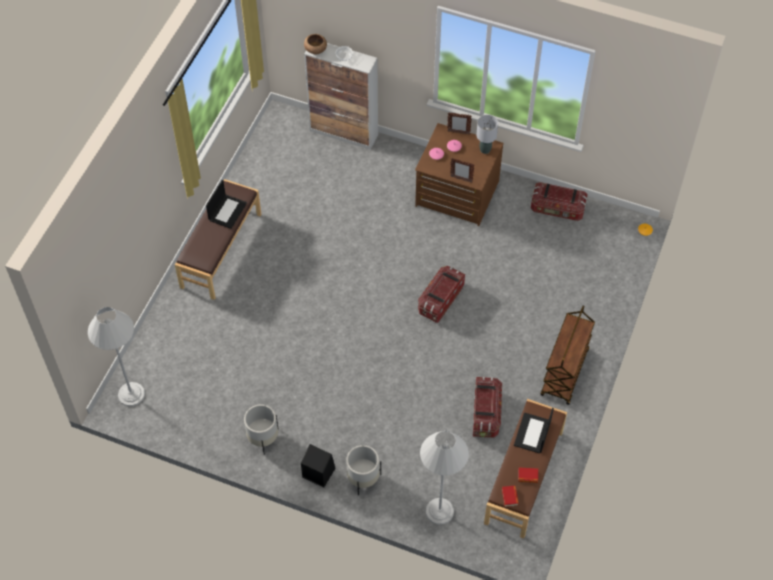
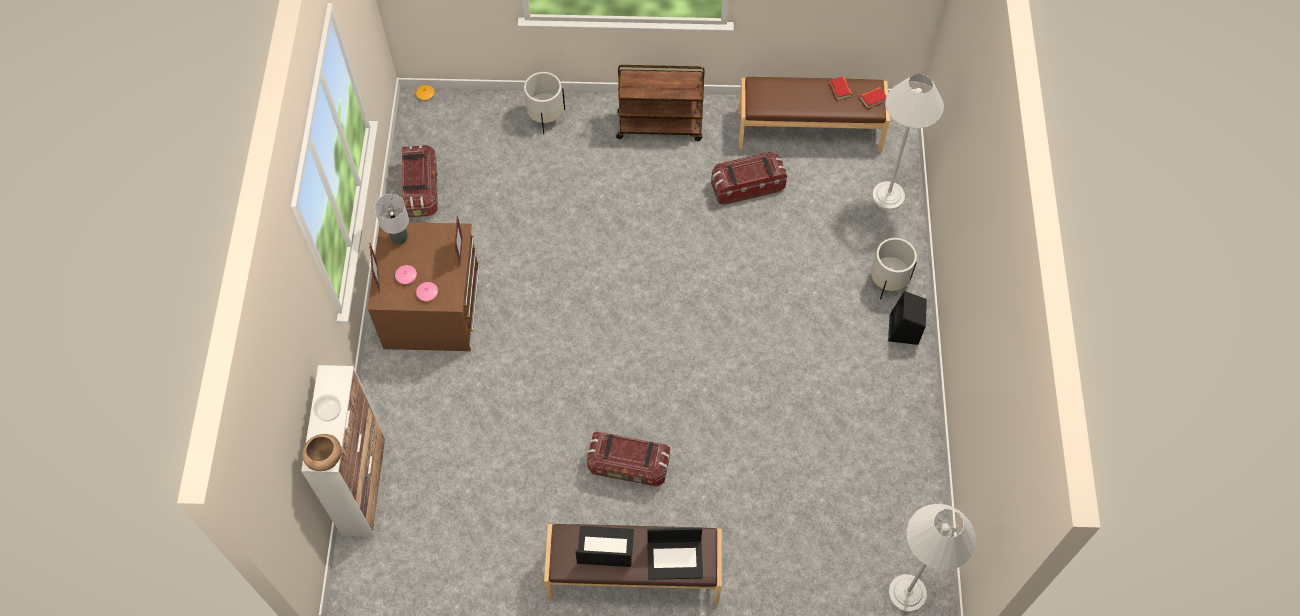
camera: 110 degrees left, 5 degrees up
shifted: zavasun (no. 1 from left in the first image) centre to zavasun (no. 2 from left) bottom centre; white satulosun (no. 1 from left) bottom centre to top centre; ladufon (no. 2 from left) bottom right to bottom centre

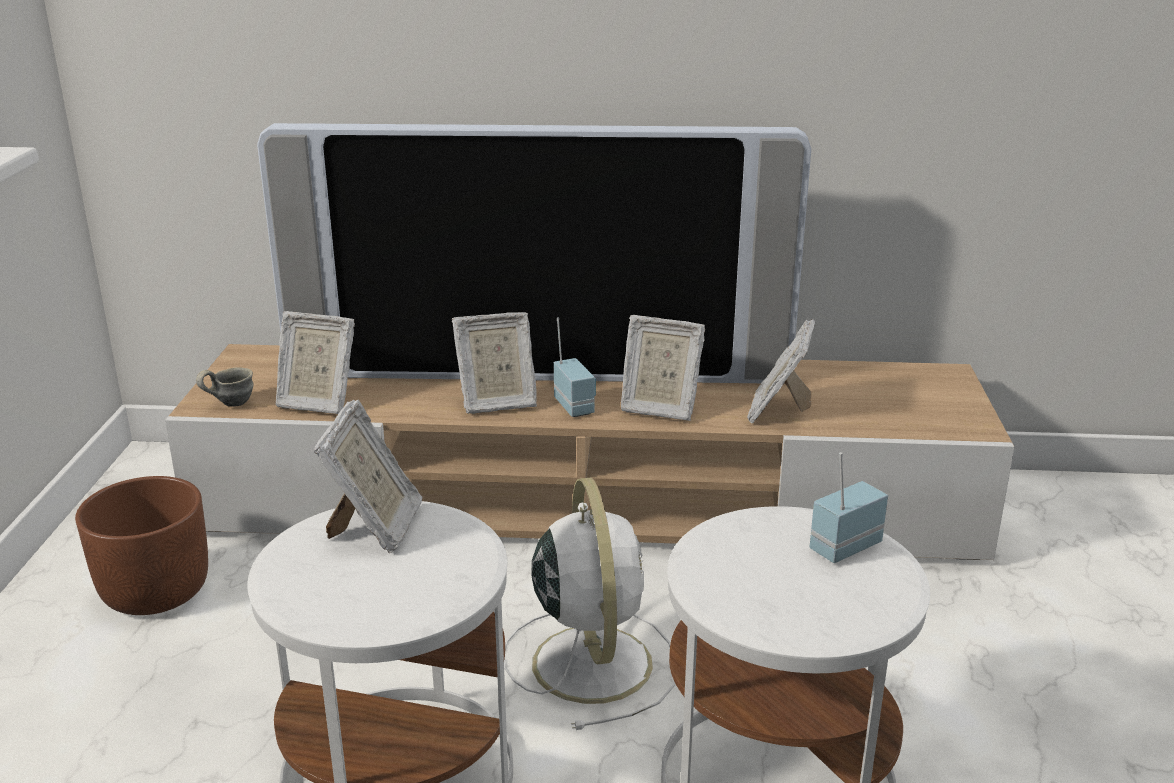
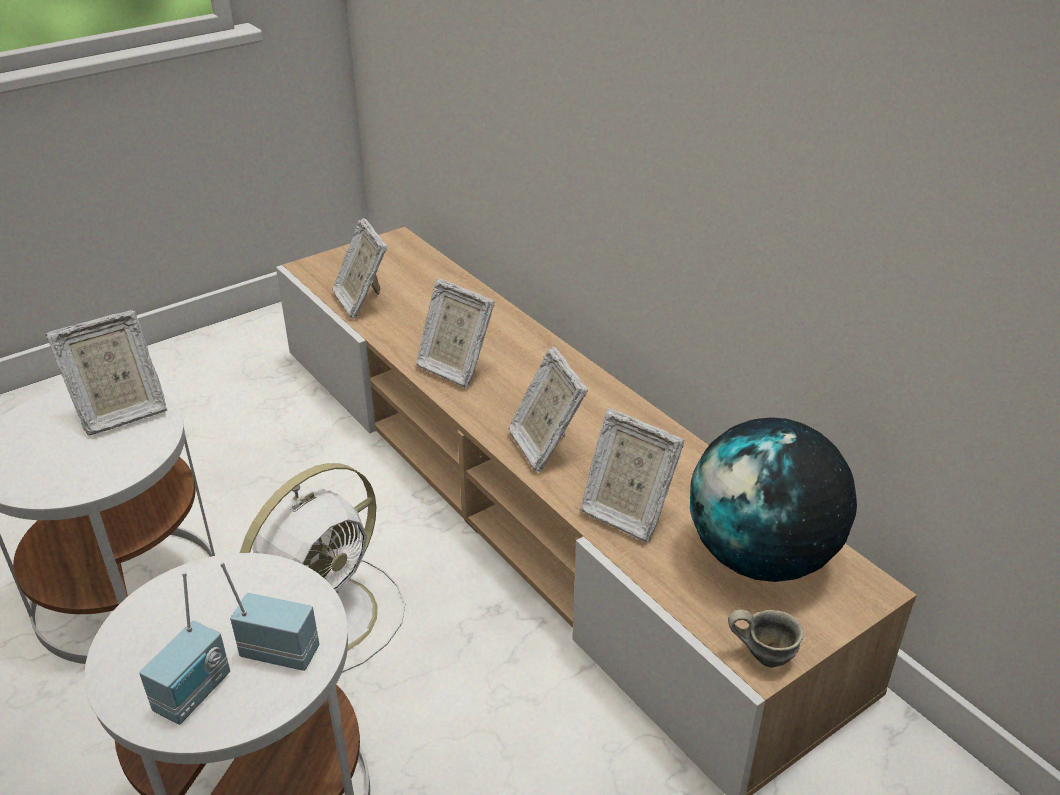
camera: 50 degrees right, 10 degrees up
gone: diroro top centre; brown satulosun bottom left
new: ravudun middle right
shifted: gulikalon (no. 1 from left) centre to bottom left; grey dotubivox middle left to bottom right
rotated: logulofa (no. 5 from left) centre = centre 120 degrees counterclockwise

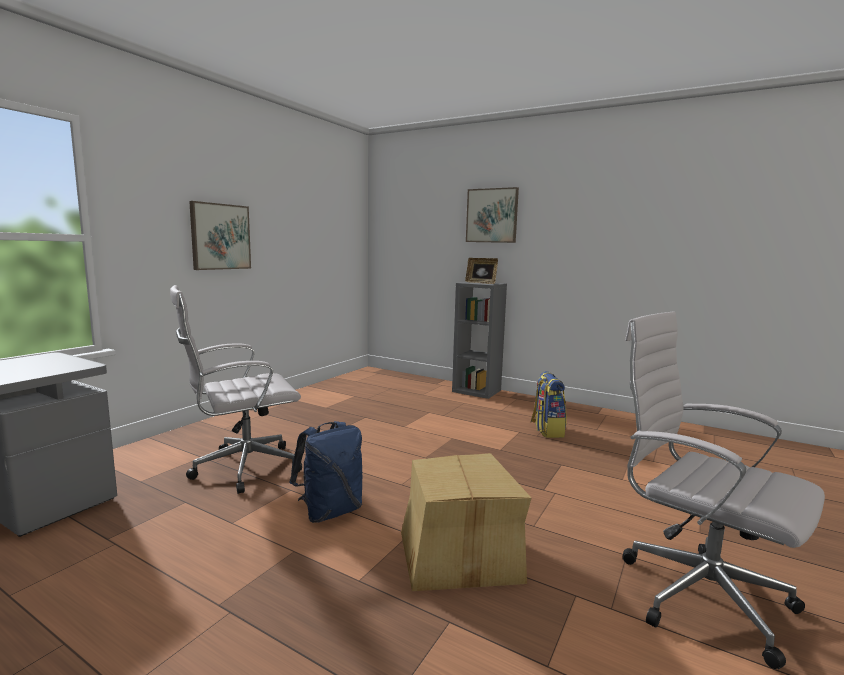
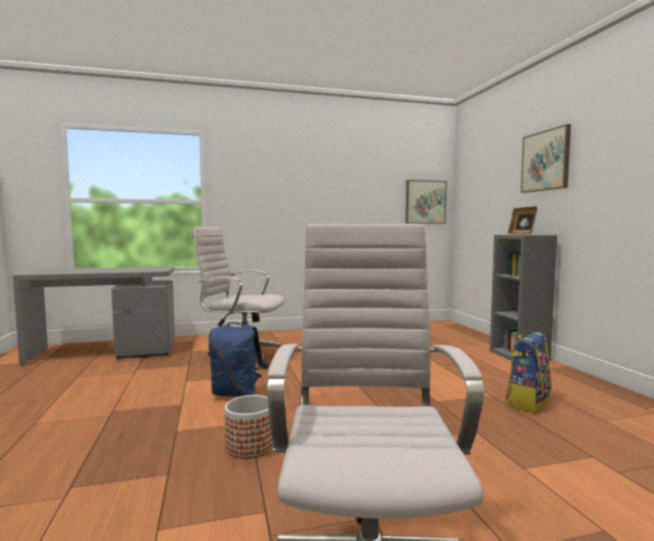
camera: 45 degrees right, 5 degrees down
shifted: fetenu (no. 1 from left) middle left to centre
swapped: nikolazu bottom centre to satulosun bottom centre

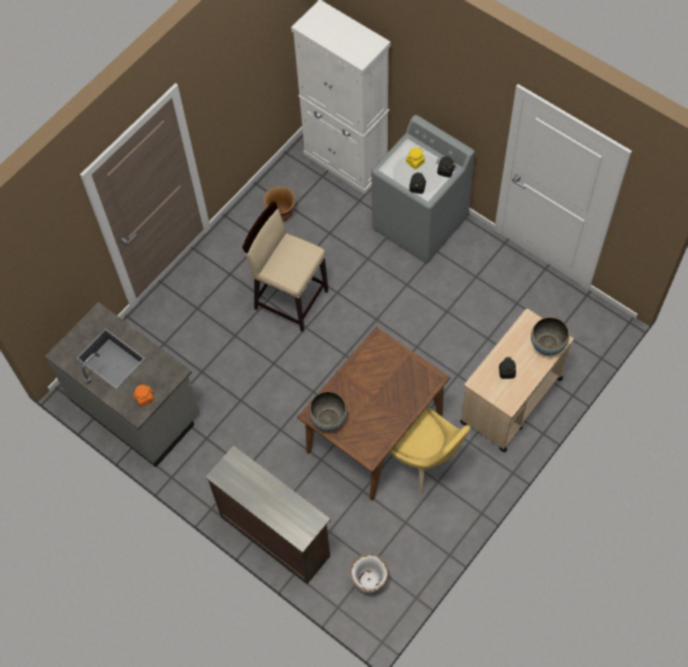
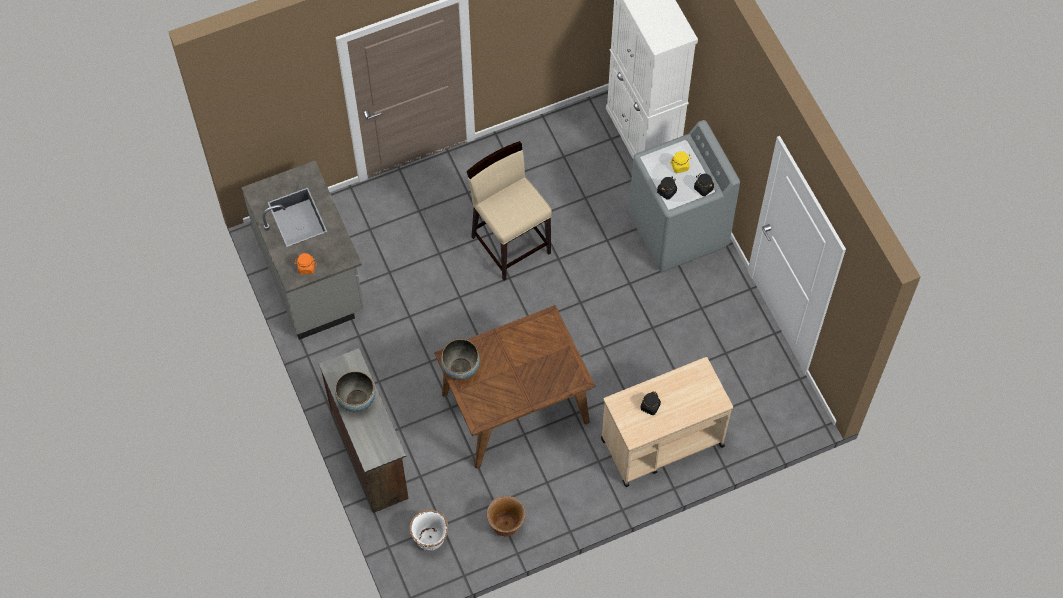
camera: 25 degrees right, 0 degrees up
gone: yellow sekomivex bottom centre
shifted: brown satulosun top centre to bottom centre; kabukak (no. 2 from left in the first image) middle right to kabukak (no. 1 from left) centre

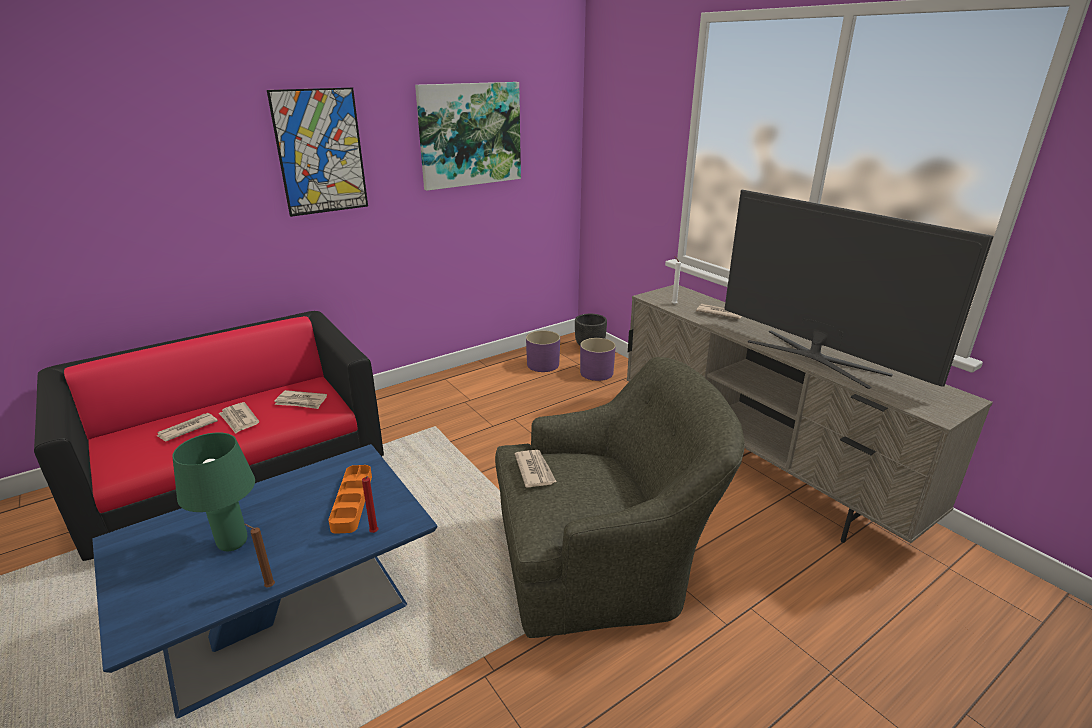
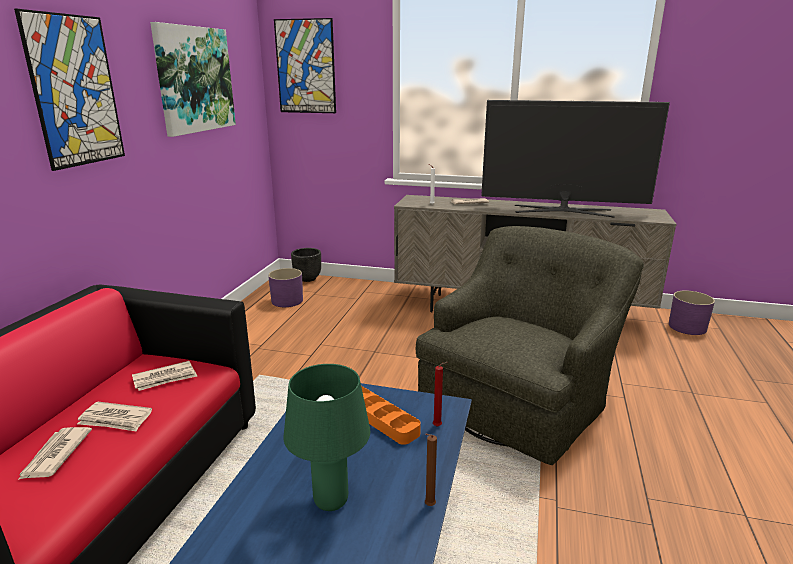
camera: 40 degrees left, 5 degrees down
gone: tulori (no. 4 from left) centre
new: fetenu (no. 3 from left) top centre
shifted: purple satulosun (no. 2 from left) centre to middle right

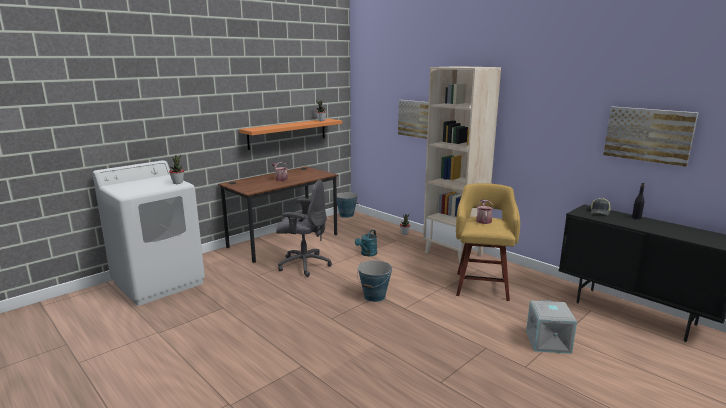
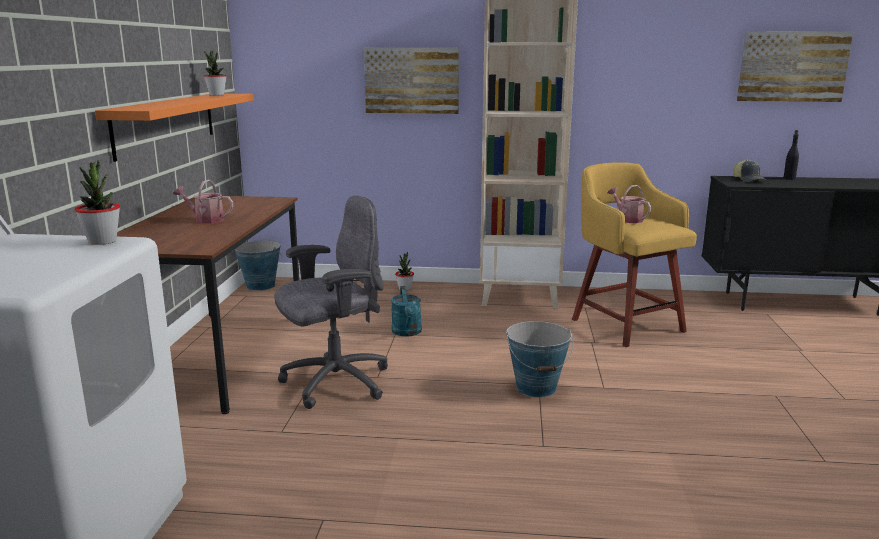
camera: 40 degrees left, 0 degrees up
gone: grey zavasun bottom right

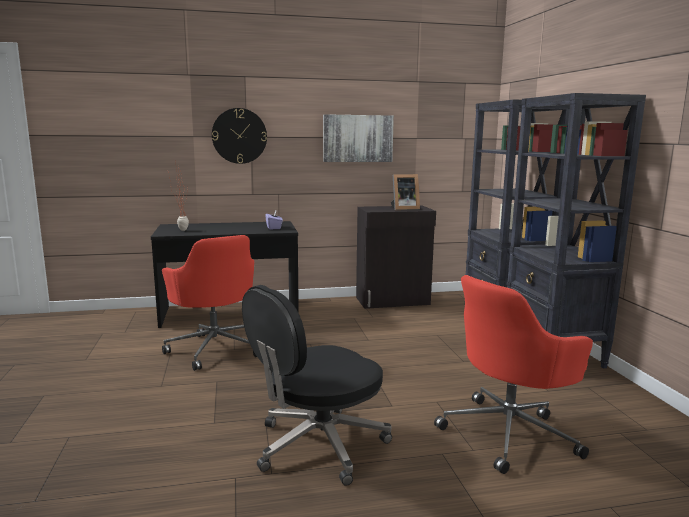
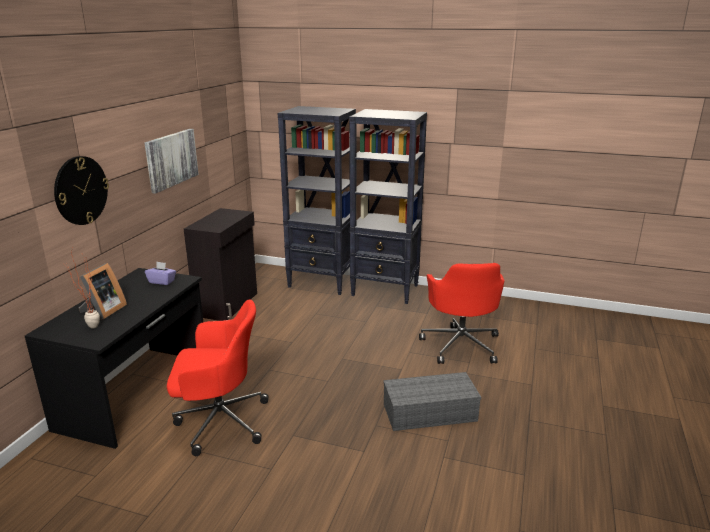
camera: 60 degrees left, 10 degrees up
shifted: logulofa centre to middle left
swapped: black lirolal bottom centre to grey zavasun bottom centre

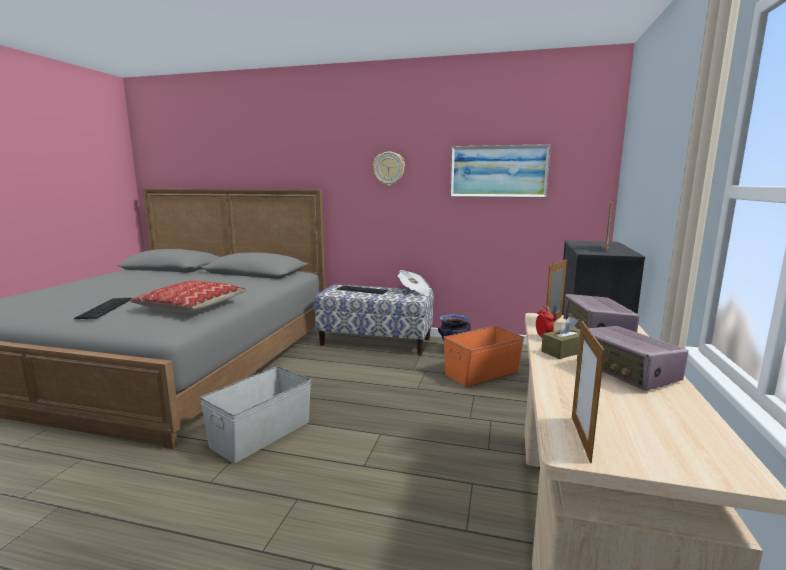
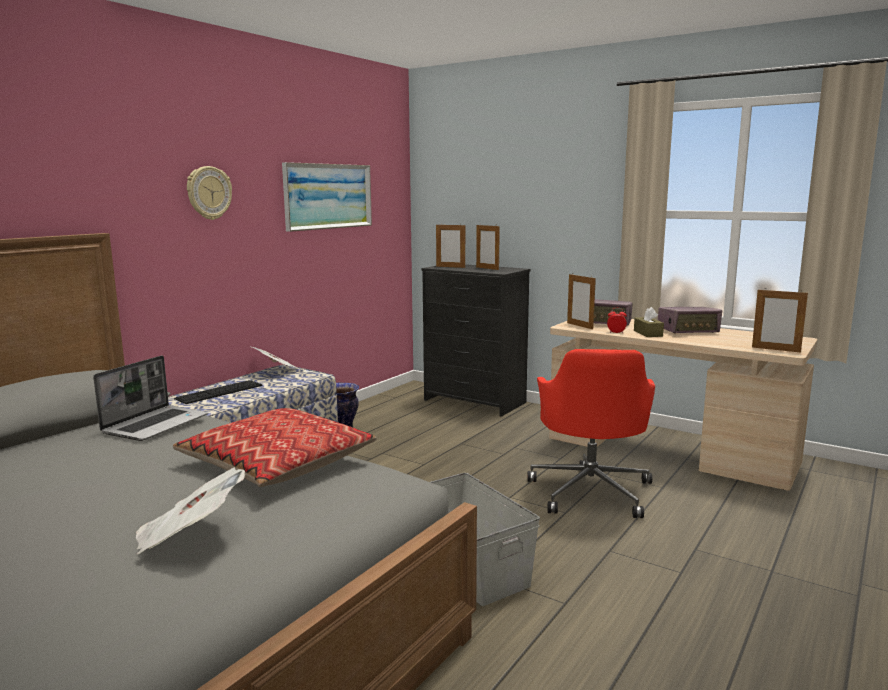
camera: 70 degrees left, 0 degrees up
gone: orange zavasun centre
new: logulofa (no. 1 from left) centre; red lirolal centre; ladufon middle left
swapped: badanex (no. 1 from left) middle left to tulori (no. 1 from left) bottom left

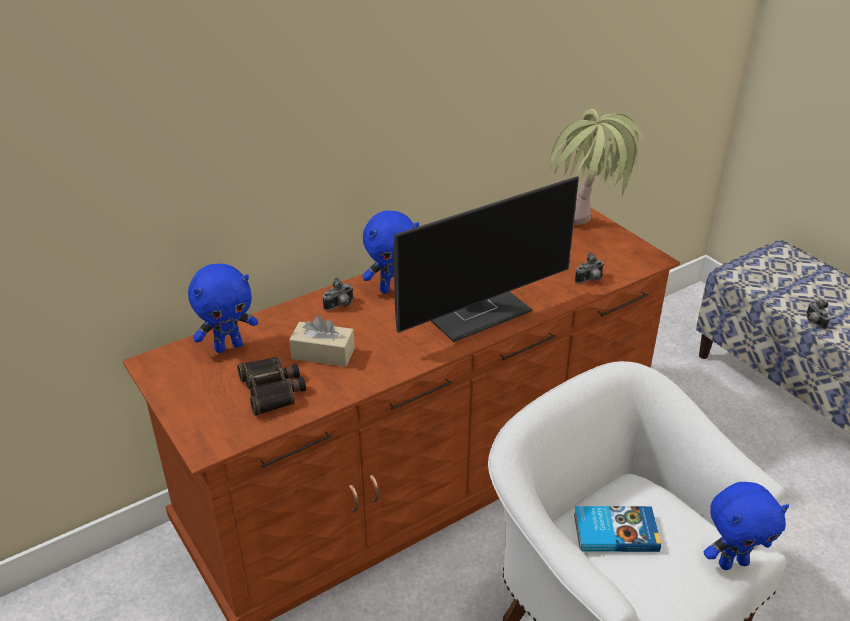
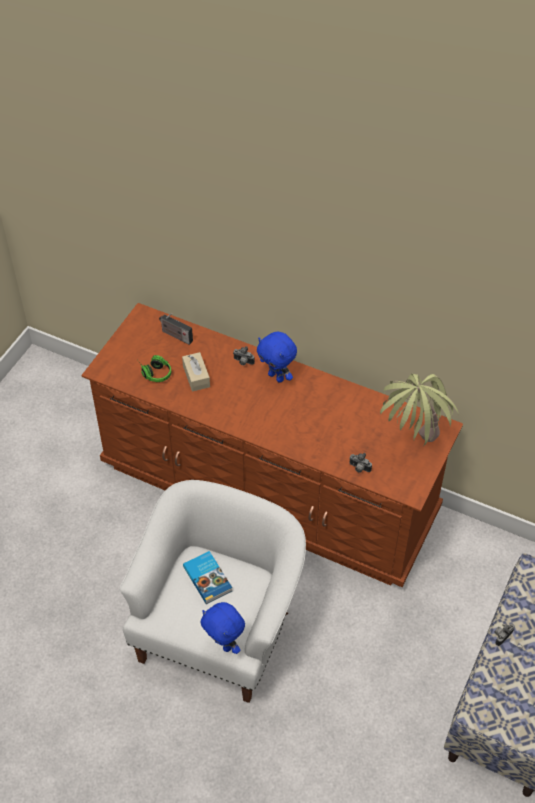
camera: 60 degrees right, 15 degrees up
gone: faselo centre
swapped: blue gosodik (no. 1 from left) middle left to gulikalon middle left; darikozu middle left to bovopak middle left

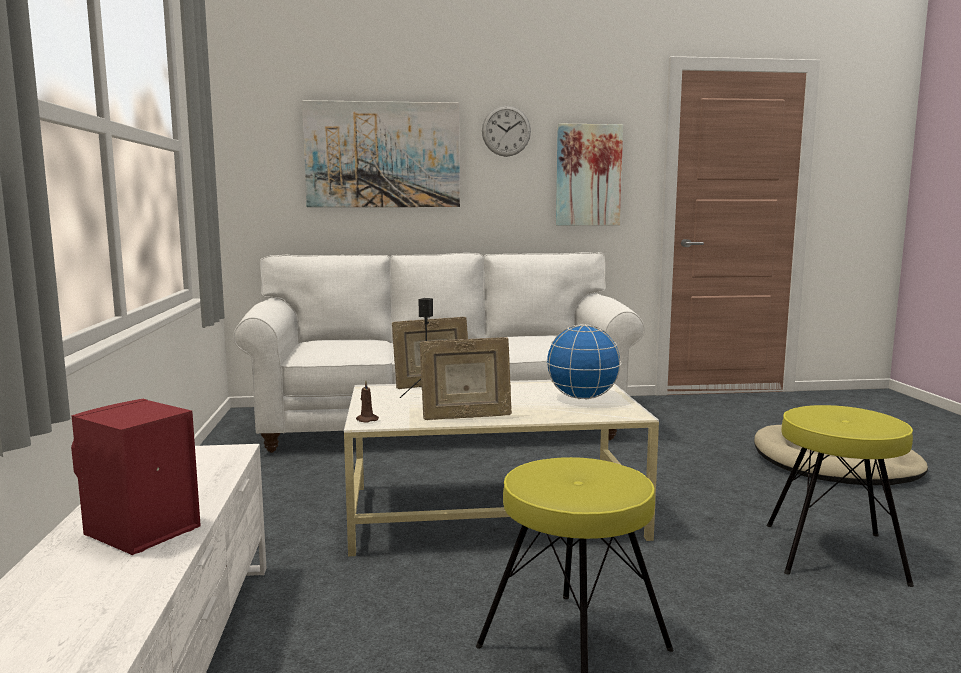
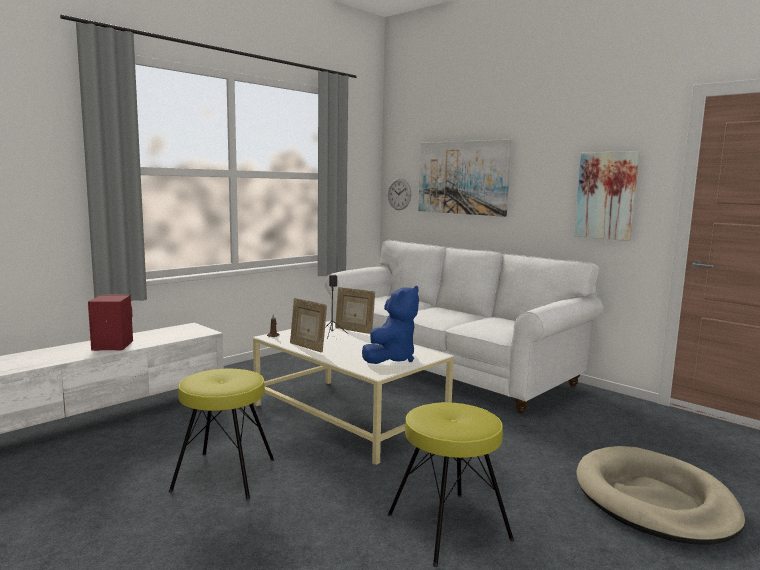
camera: 50 degrees right, 0 degrees up
shifted: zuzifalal top centre to centre
swapped: ravudun centre to blue gosodik centre

